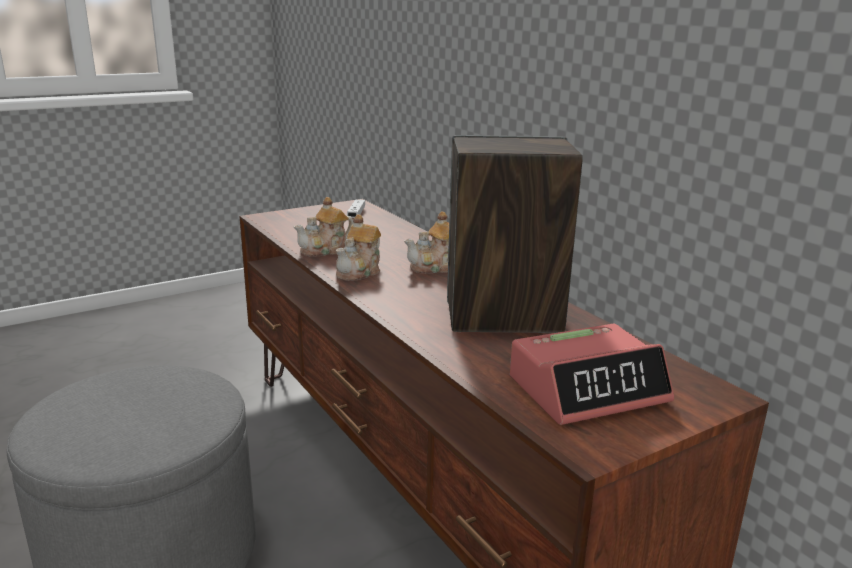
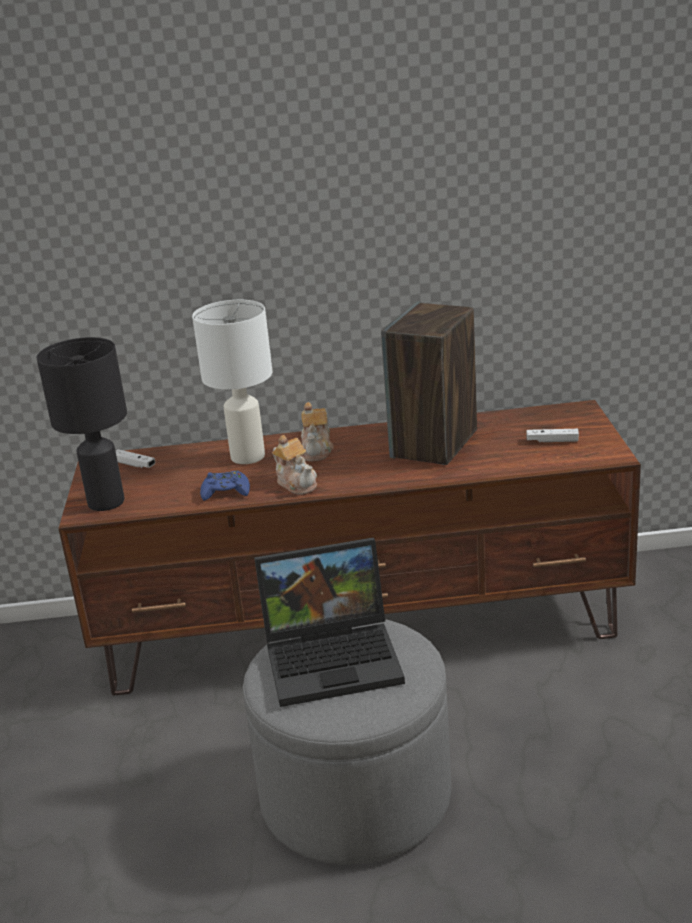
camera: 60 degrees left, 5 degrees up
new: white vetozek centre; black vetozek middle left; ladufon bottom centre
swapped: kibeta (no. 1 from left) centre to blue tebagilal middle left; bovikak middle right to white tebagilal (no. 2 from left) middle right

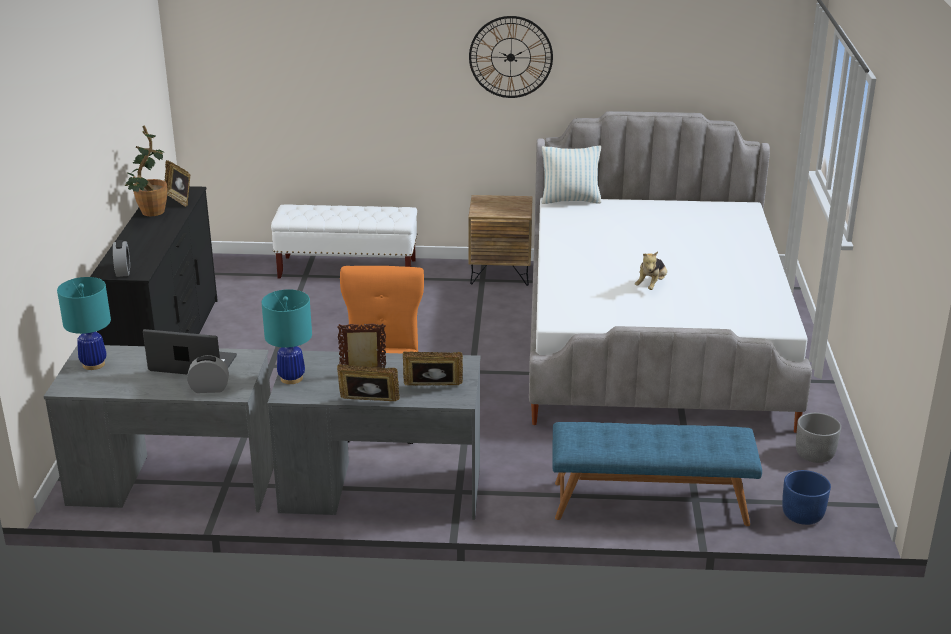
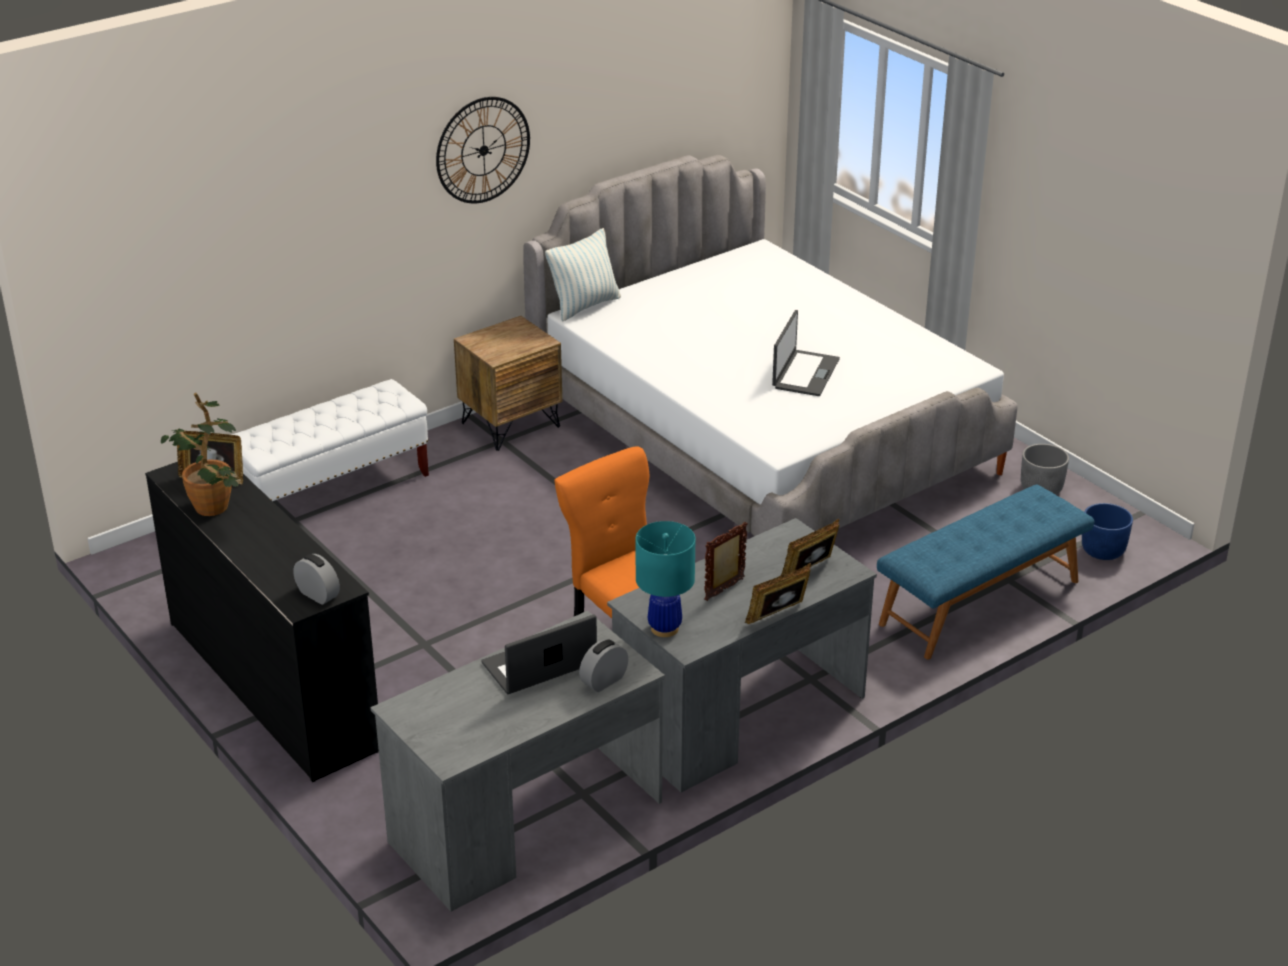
camera: 40 degrees left, 5 degrees up
gone: turquoise vetozek (no. 1 from left) middle left
swapped: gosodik middle right to ladufon (no. 2 from left) centre

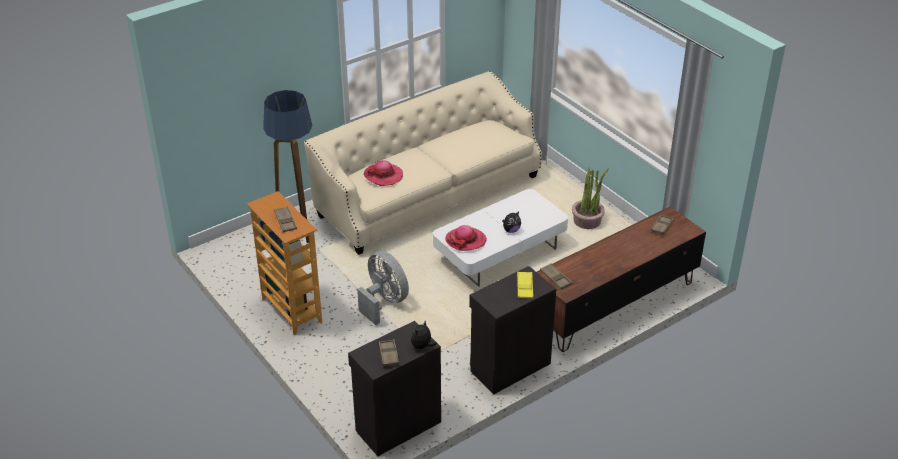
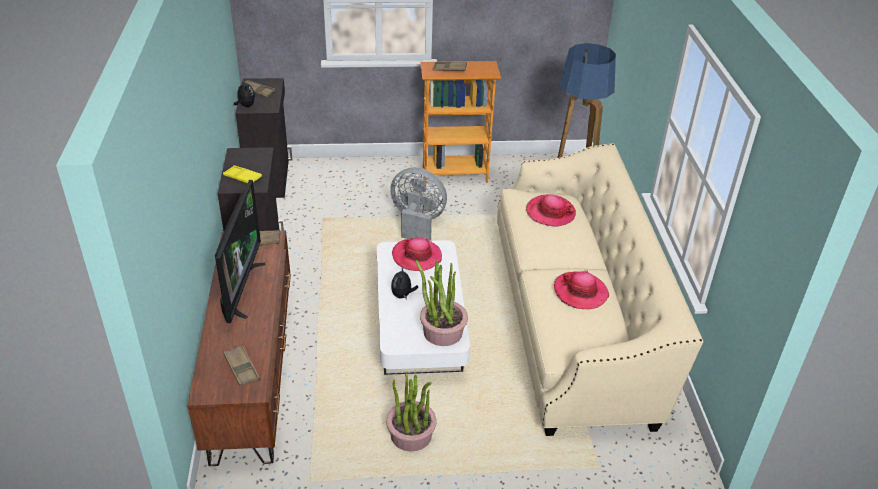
camera: 120 degrees right, 0 degrees up
new: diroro middle left; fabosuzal (no. 2 from left) centre; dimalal (no. 3 from left) centre
rotated: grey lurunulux centre = centre 150 degrees counterclockwise

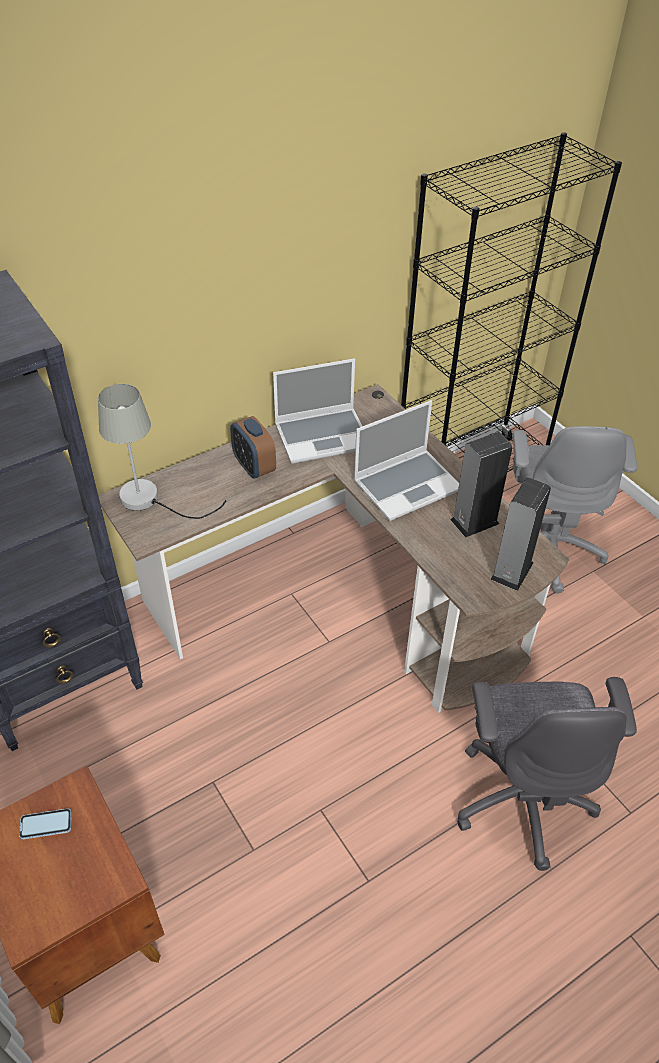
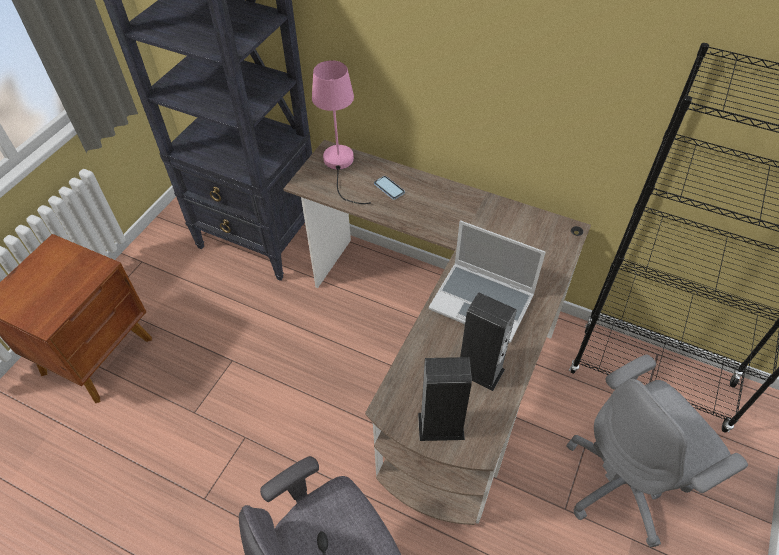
camera: 60 degrees right, 5 degrees up
gone: ladufon (no. 1 from left) centre; bovikak centre
shifted: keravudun bottom left to centre
repainted: grey vetozek middle left to pink vetozek top centre

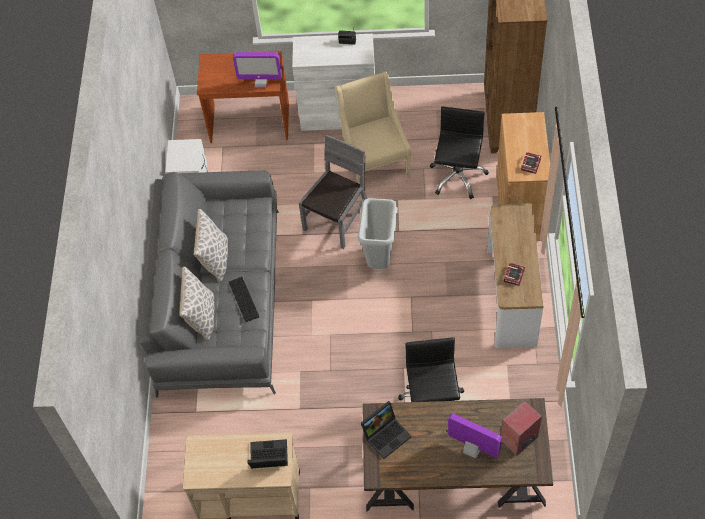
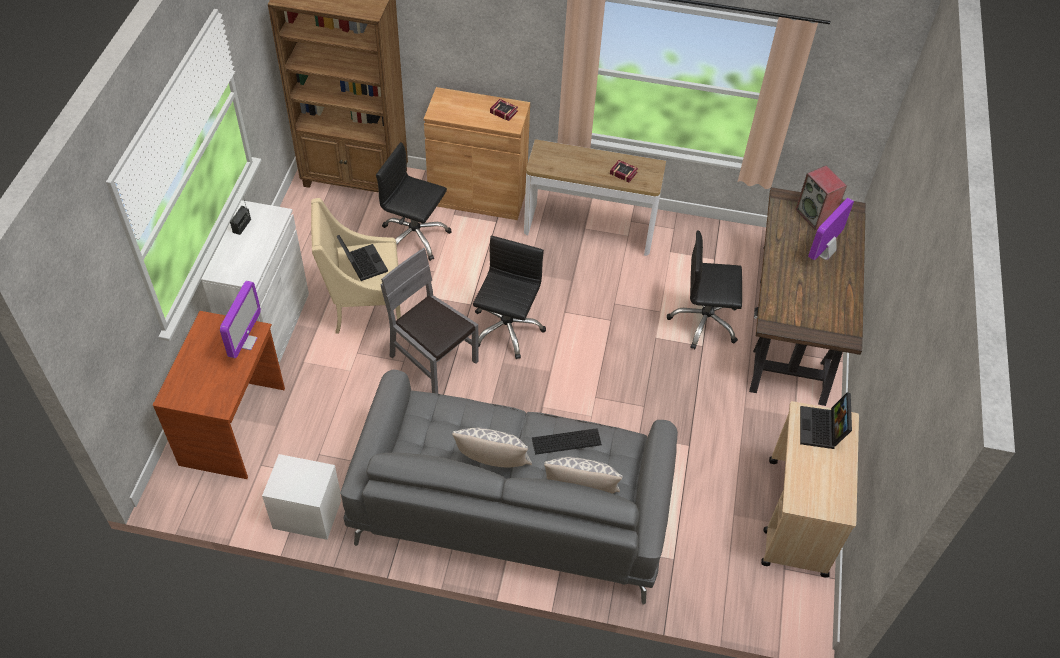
camera: 85 degrees left, 5 degrees down
shifted: ladufon (no. 2 from left in the first image) bottom centre to ladufon (no. 1 from left) centre
swapped: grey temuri centre to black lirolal (no. 2 from left) centre

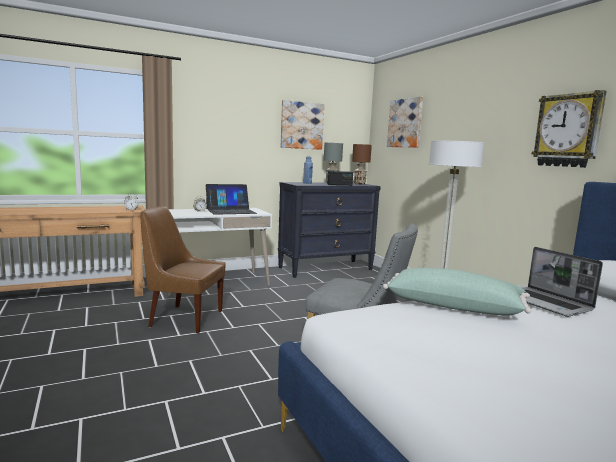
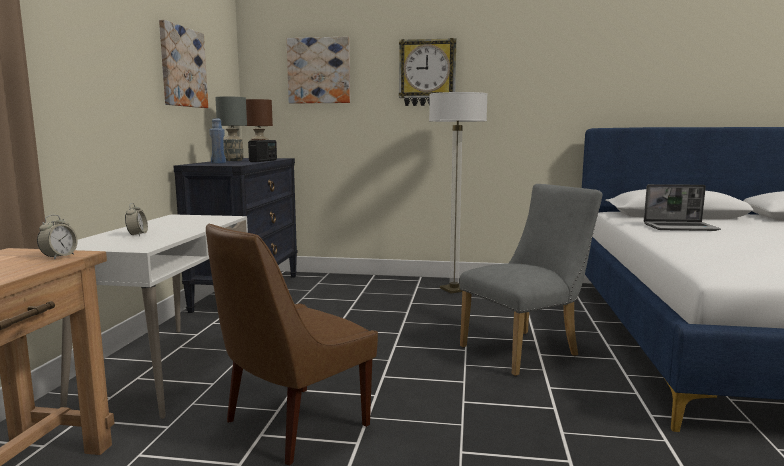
camera: 55 degrees left, 0 degrees up
gone: ladufon (no. 1 from left) centre; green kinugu middle right
shifted: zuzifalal top right to top centre

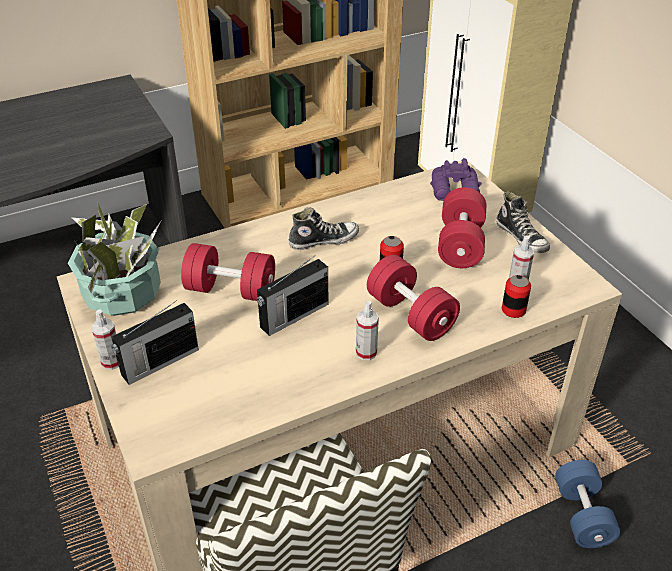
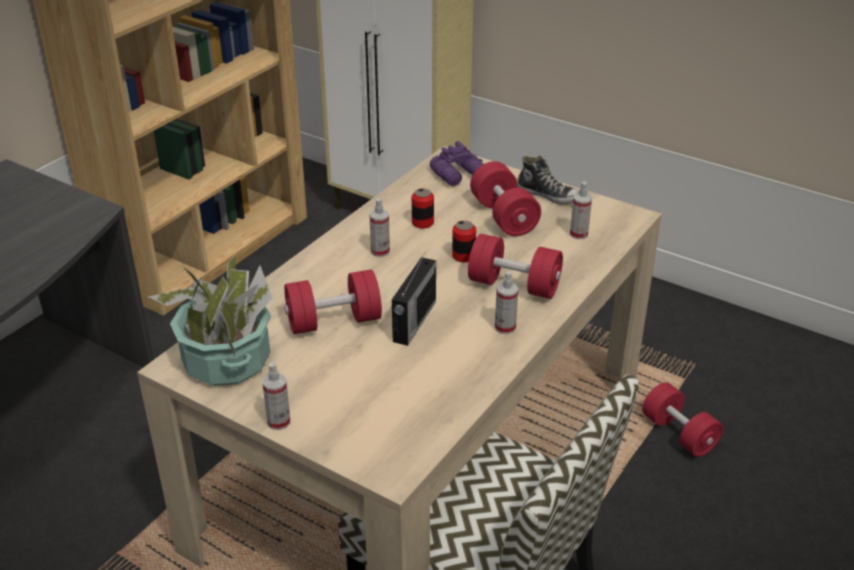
camera: 30 degrees left, 5 degrees down
gone: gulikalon (no. 1 from left) middle left
shifted: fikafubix (no. 2 from left in the first image) middle right to fikafubix (no. 1 from left) centre
swapped: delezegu (no. 1 from left) centre to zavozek (no. 2 from left) centre
repainted: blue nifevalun bottom right to red nifevalun (no. 4 from left) bottom right

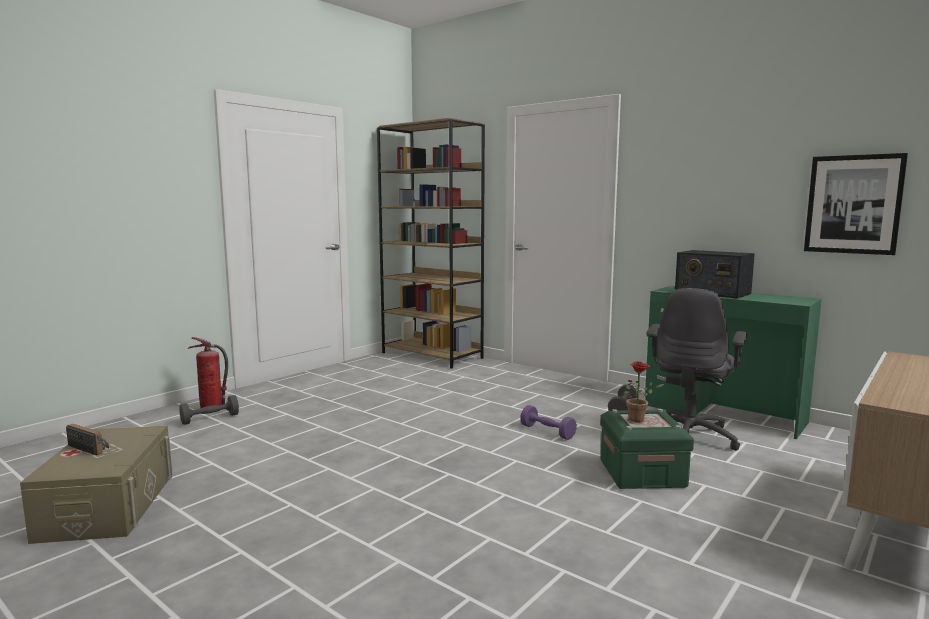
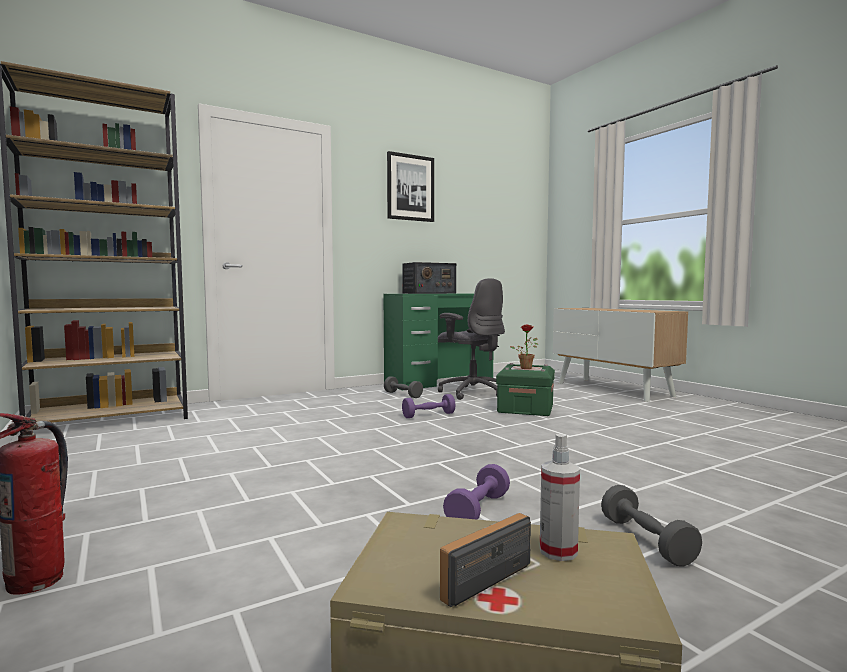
camera: 70 degrees left, 5 degrees down
new: zavozek bottom centre; purple nifevalun (no. 2 from left) bottom centre
shifted: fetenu top right to top centre; grey nifevalun (no. 1 from left in the first image) middle left to grey nifevalun (no. 2 from left) bottom right

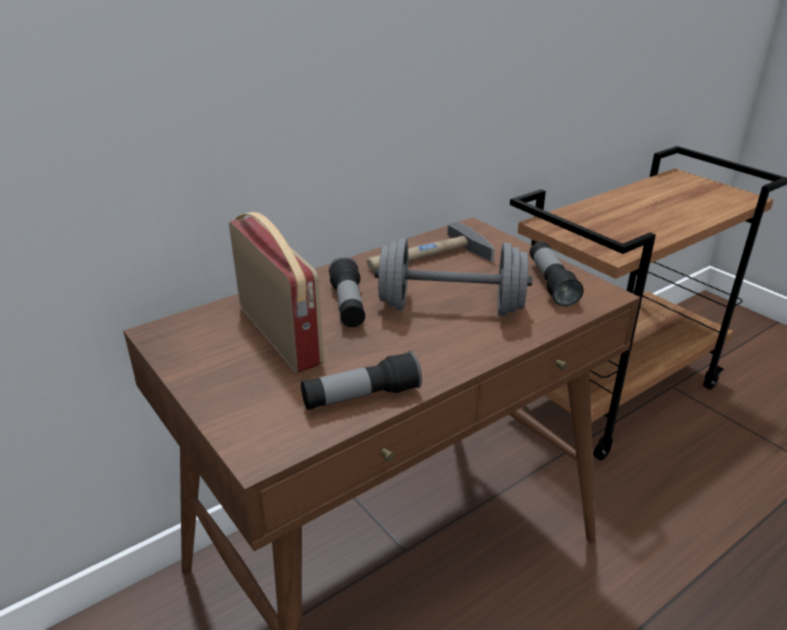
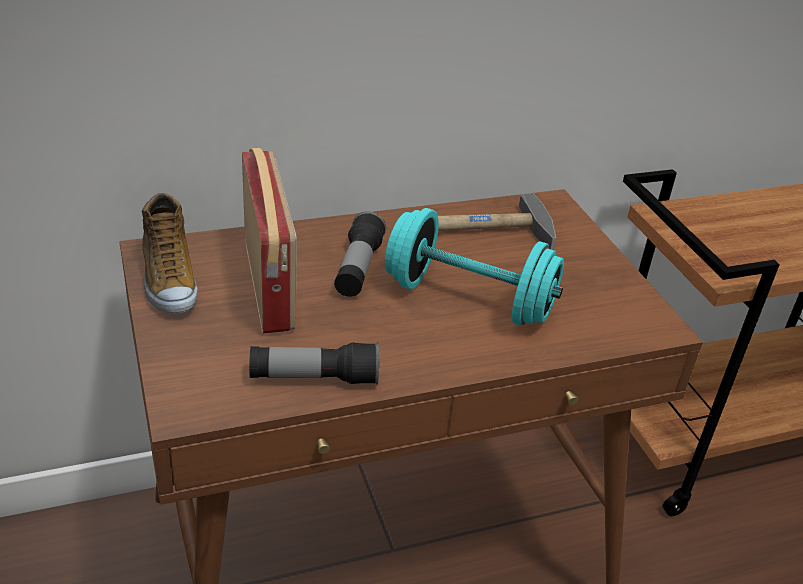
camera: 15 degrees right, 5 degrees up
gone: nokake (no. 3 from left) middle right
new: delezegu middle left
repainted: grey nifevalun centre to turquoise nifevalun centre

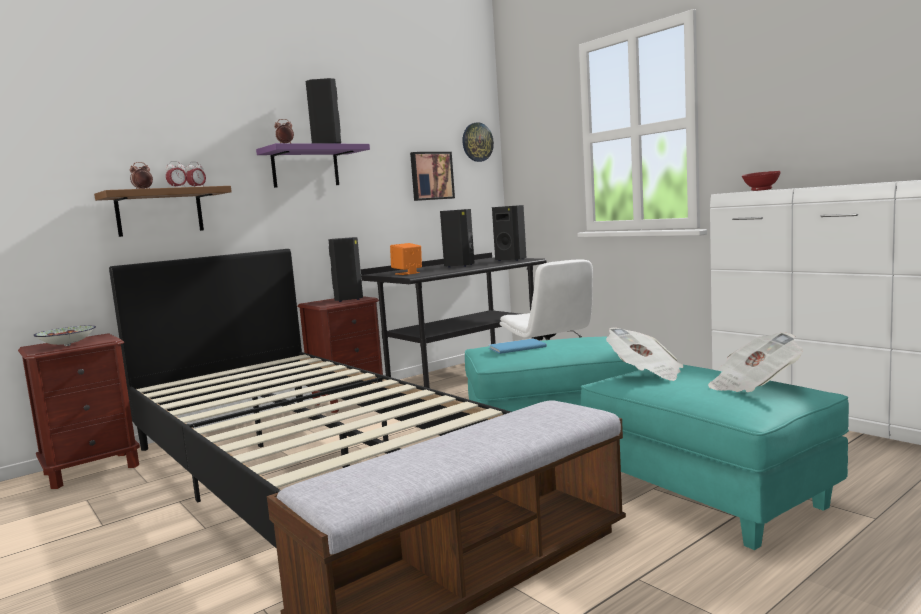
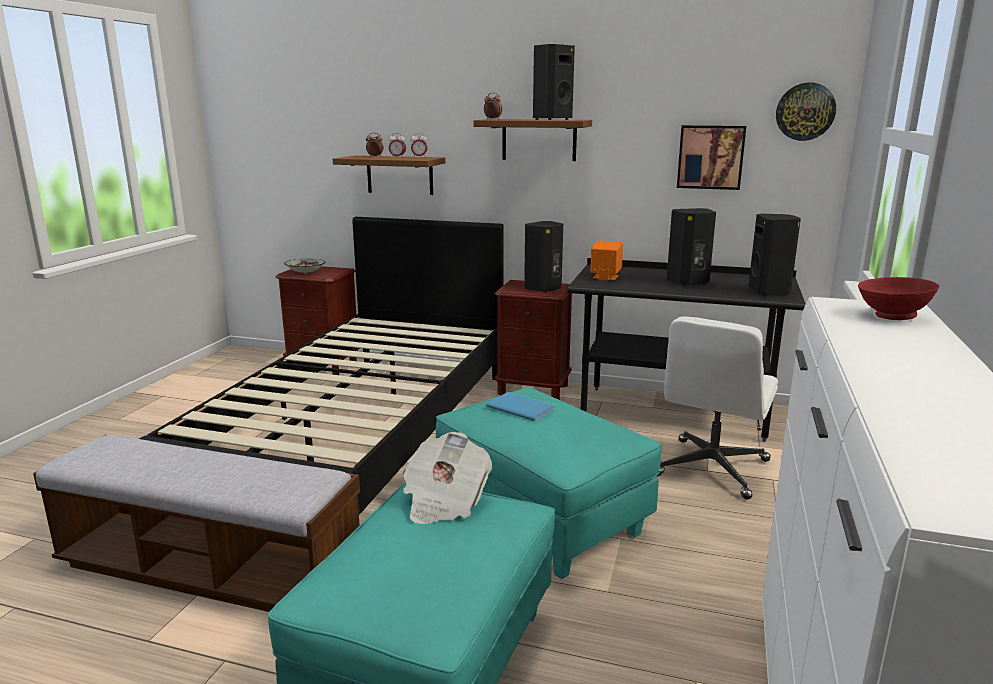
camera: 55 degrees right, 10 degrees up
gone: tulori (no. 2 from left) middle right
repainted: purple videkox top centre to brown videkox (no. 2 from left) top centre

